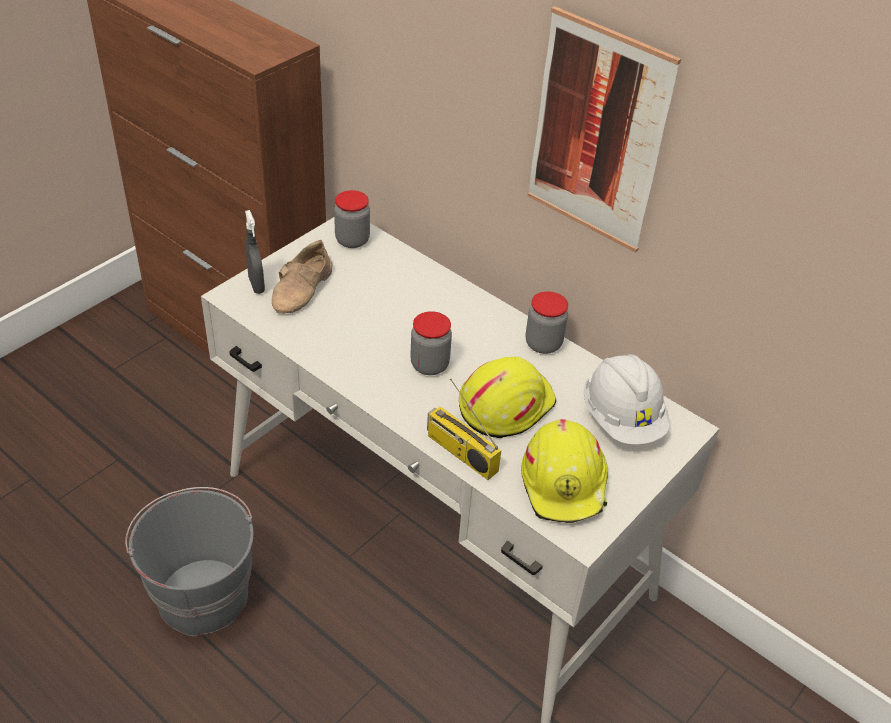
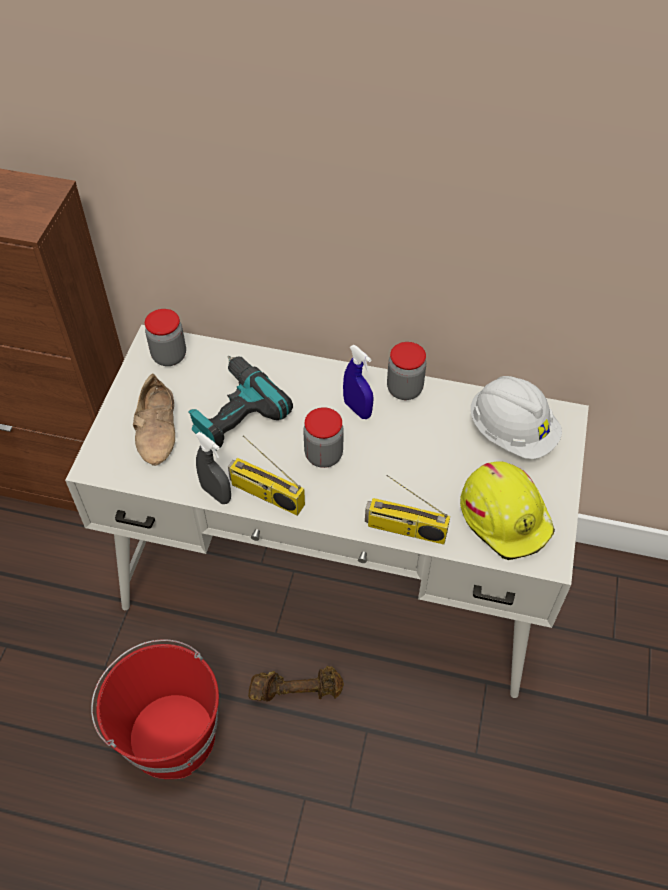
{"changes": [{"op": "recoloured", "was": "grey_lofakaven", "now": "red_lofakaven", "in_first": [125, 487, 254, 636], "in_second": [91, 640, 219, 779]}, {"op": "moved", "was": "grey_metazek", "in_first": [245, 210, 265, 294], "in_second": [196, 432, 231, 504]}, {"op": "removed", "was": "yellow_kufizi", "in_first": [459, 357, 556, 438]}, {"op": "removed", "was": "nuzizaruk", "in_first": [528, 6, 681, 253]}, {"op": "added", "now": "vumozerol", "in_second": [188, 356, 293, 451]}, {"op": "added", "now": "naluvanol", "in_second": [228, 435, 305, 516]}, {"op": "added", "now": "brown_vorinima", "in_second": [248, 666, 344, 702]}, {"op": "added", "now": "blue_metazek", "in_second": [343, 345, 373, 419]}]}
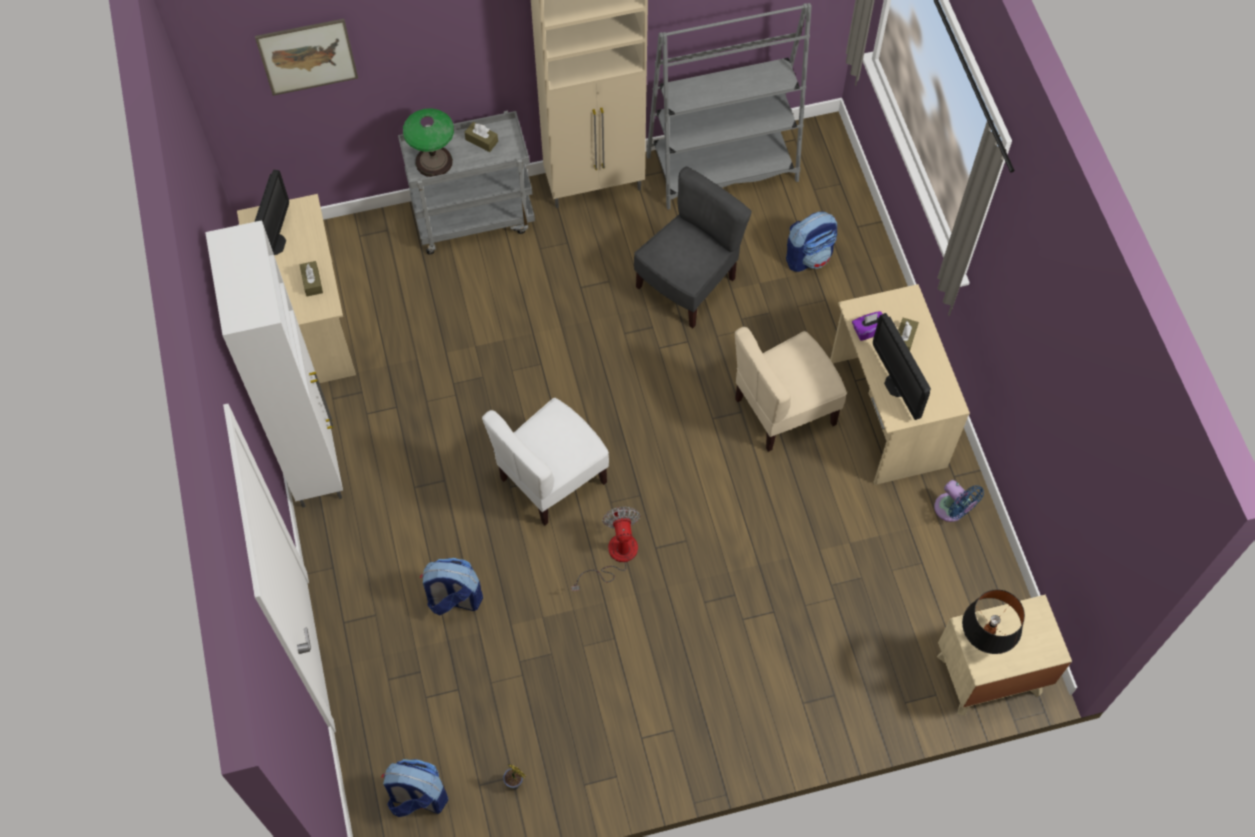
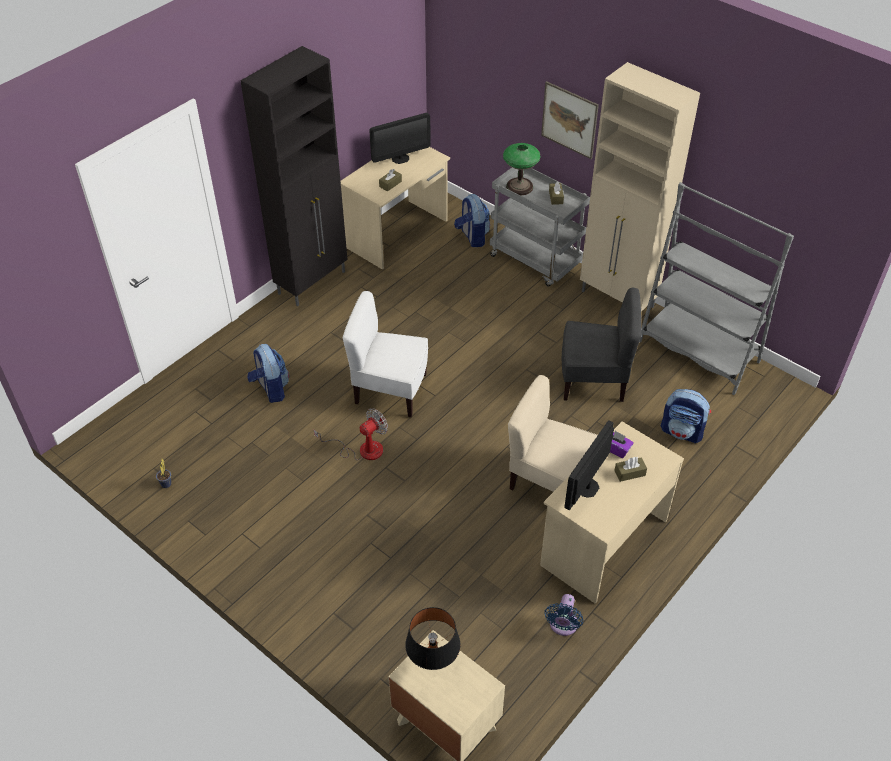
{"changes": [{"op": "recoloured", "was": "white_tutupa", "now": "black_tutupa", "in_first": [205, 220, 343, 508], "in_second": [240, 46, 348, 306]}, {"op": "moved", "was": "nuzizaruk", "in_first": [255, 19, 358, 96], "in_second": [541, 81, 599, 159]}, {"op": "moved", "was": "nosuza", "in_first": [381, 759, 448, 817], "in_second": [454, 194, 490, 247]}]}
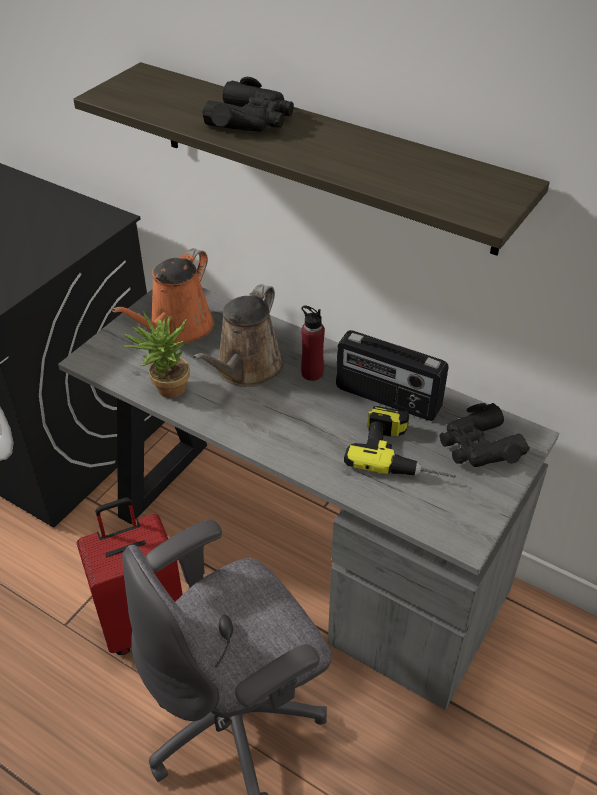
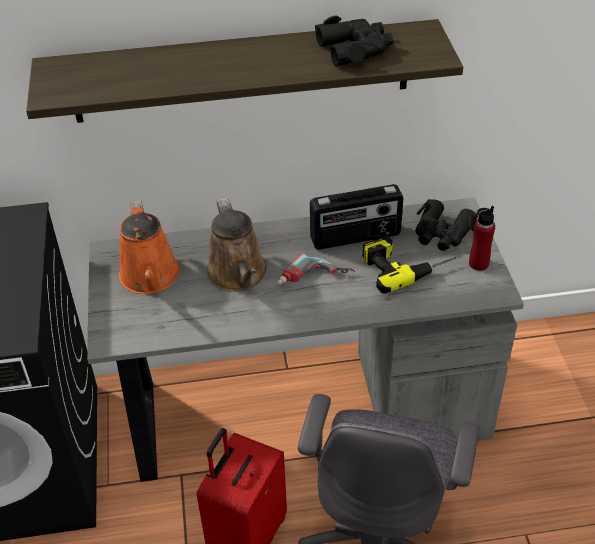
{"changes": [{"op": "removed", "was": "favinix", "in_first": [123, 311, 190, 398]}, {"op": "moved", "was": "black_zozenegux", "in_first": [202, 77, 294, 132], "in_second": [315, 16, 394, 67]}, {"op": "moved", "was": "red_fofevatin", "in_first": [301, 305, 325, 381], "in_second": [469, 206, 495, 271]}, {"op": "added", "now": "vumozerol", "in_second": [277, 253, 355, 285]}]}
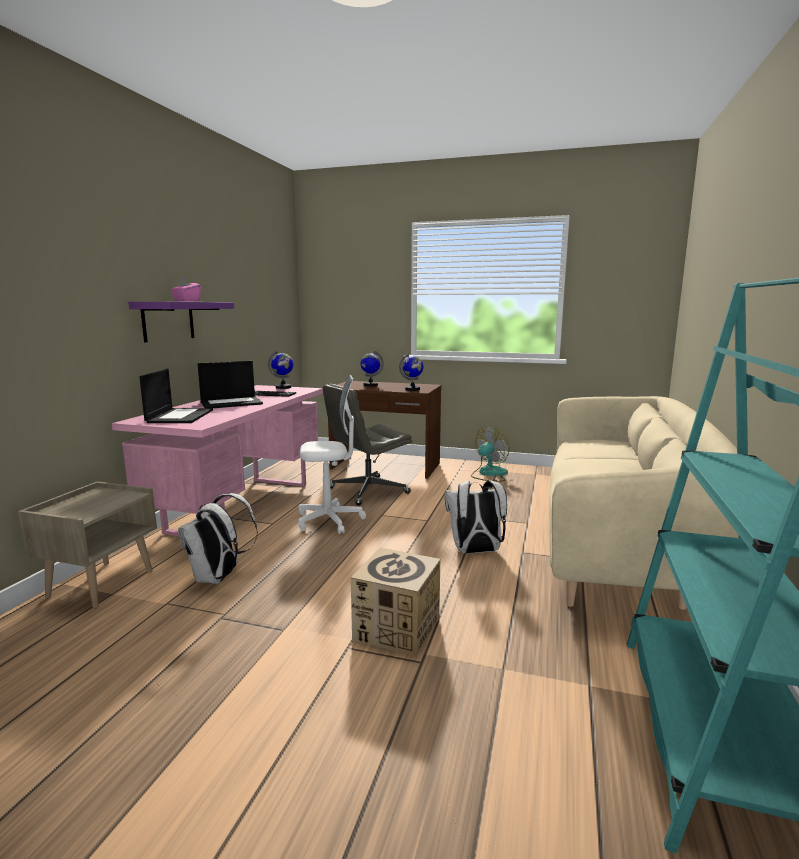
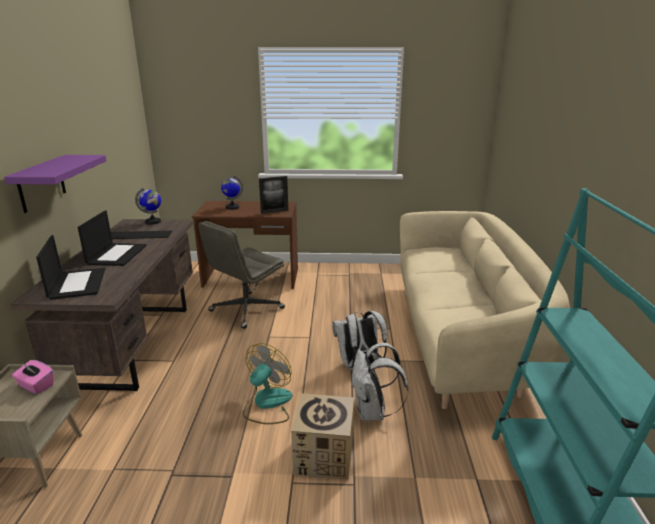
{"changes": [{"op": "recoloured", "was": "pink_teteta", "now": "brown_teteta", "in_first": [112, 385, 323, 536], "in_second": [11, 219, 193, 391]}, {"op": "moved", "was": "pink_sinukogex", "in_first": [170, 277, 201, 302], "in_second": [12, 360, 54, 394]}, {"op": "moved", "was": "white_nosuza", "in_first": [178, 493, 258, 584], "in_second": [352, 343, 408, 421]}, {"op": "turned", "was": "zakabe", "in_first": [198, 361, 263, 408], "in_second": [78, 210, 147, 266], "clockwise": -45}, {"op": "removed", "was": "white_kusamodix", "in_first": [298, 375, 366, 534]}, {"op": "replaced", "was": "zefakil", "now": "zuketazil", "in_first": [399, 354, 423, 391], "in_second": [259, 176, 288, 214]}, {"op": "moved", "was": "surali", "in_first": [471, 427, 509, 482], "in_second": [243, 343, 293, 424]}]}
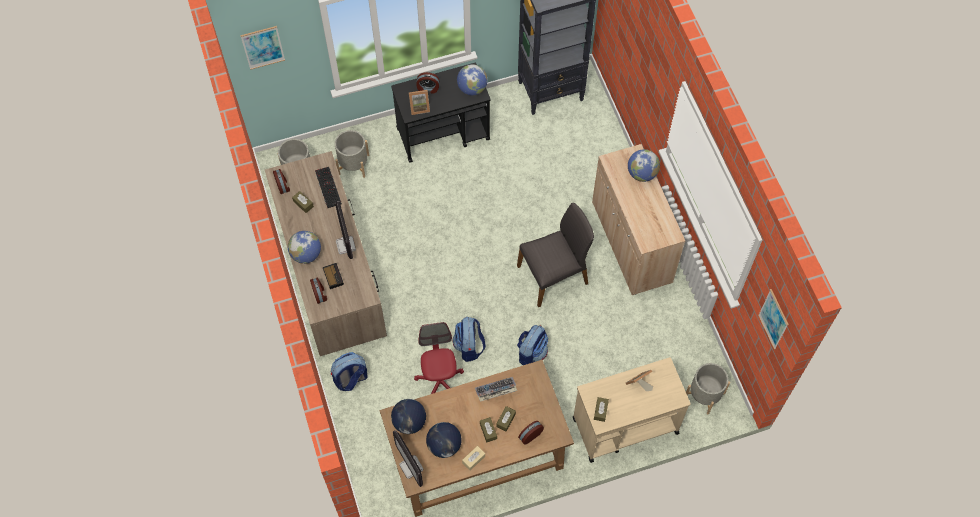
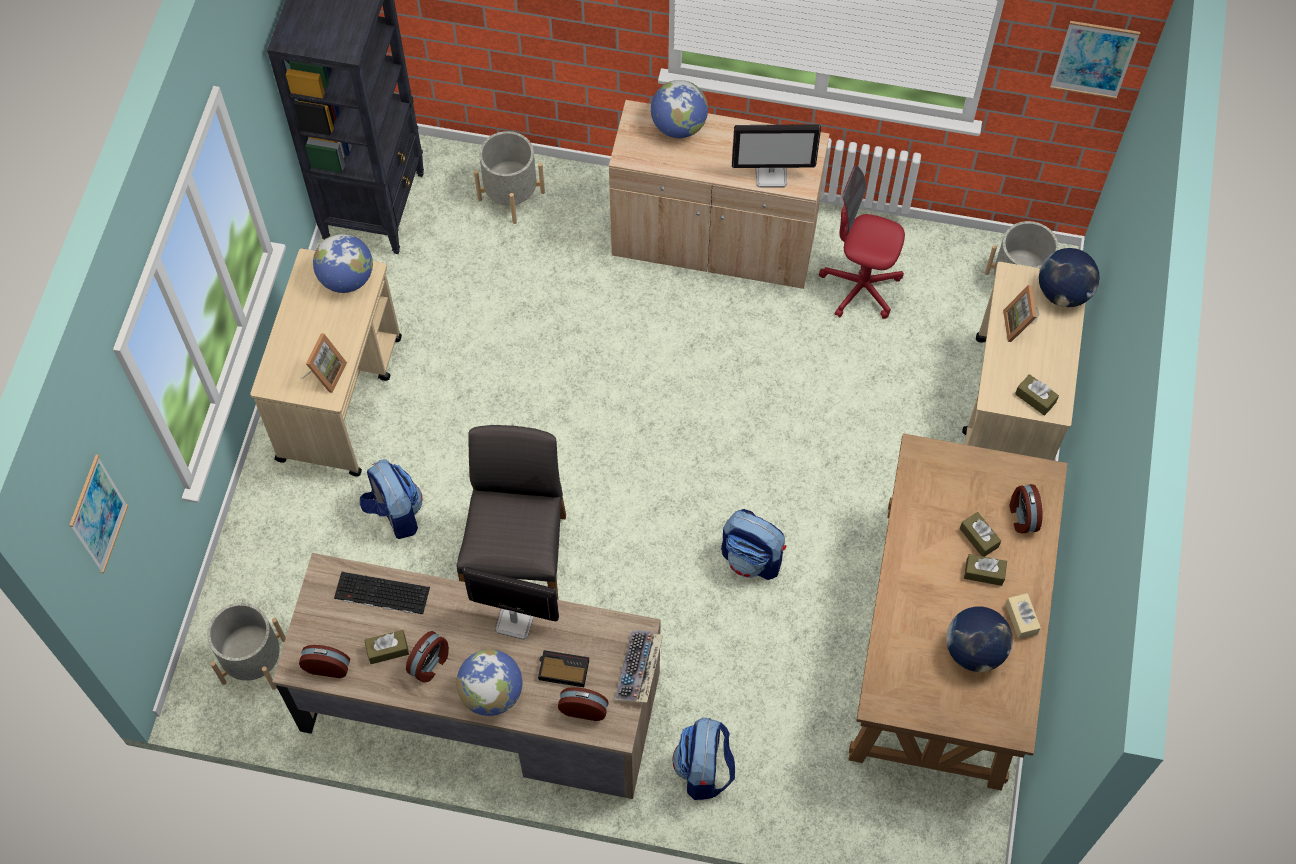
{"changes": [{"op": "moved", "was": "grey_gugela", "in_first": [335, 130, 369, 178], "in_second": [474, 131, 545, 224]}, {"op": "recoloured", "was": "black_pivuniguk", "now": "beige_pivuniguk", "in_first": [391, 63, 491, 163], "in_second": [250, 248, 402, 477]}, {"op": "moved", "was": "zefakil", "in_first": [391, 399, 426, 434], "in_second": [1039, 248, 1099, 307]}, {"op": "moved", "was": "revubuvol", "in_first": [393, 430, 423, 487], "in_second": [732, 124, 821, 188]}, {"op": "moved", "was": "red_kusamodix", "in_first": [414, 322, 464, 394], "in_second": [819, 165, 905, 319]}, {"op": "moved", "was": "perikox", "in_first": [416, 72, 439, 94], "in_second": [406, 631, 449, 682]}, {"op": "moved", "was": "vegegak", "in_first": [475, 377, 517, 402], "in_second": [615, 630, 663, 703]}, {"op": "moved", "was": "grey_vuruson", "in_first": [517, 203, 594, 307], "in_second": [457, 425, 566, 600]}, {"op": "moved", "was": "nosuza", "in_first": [517, 325, 548, 365], "in_second": [360, 459, 422, 539]}]}
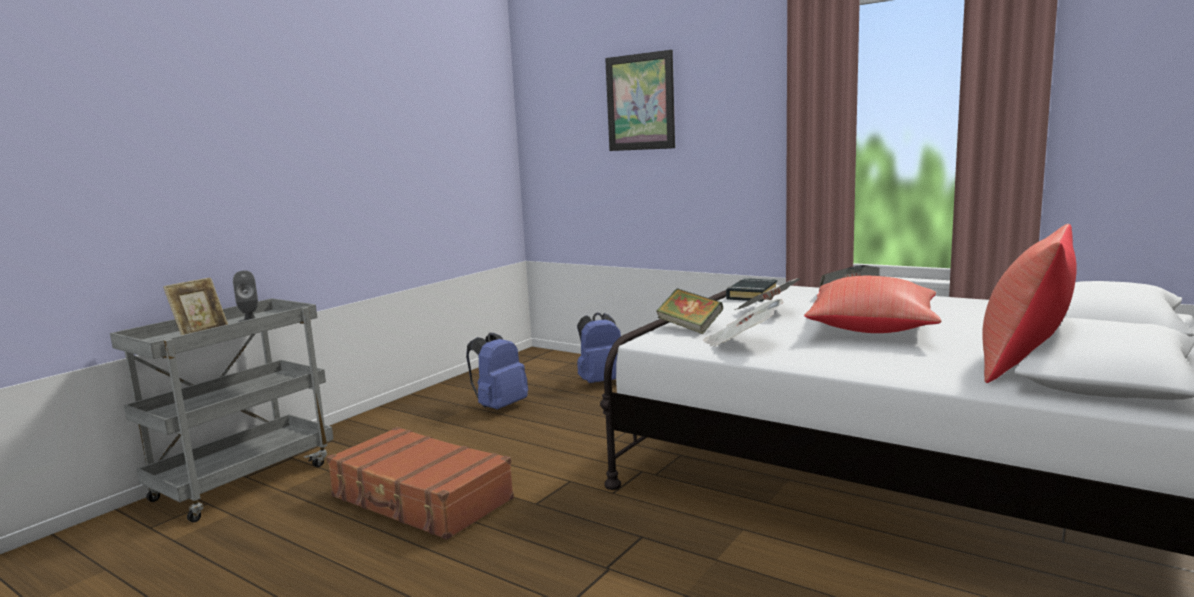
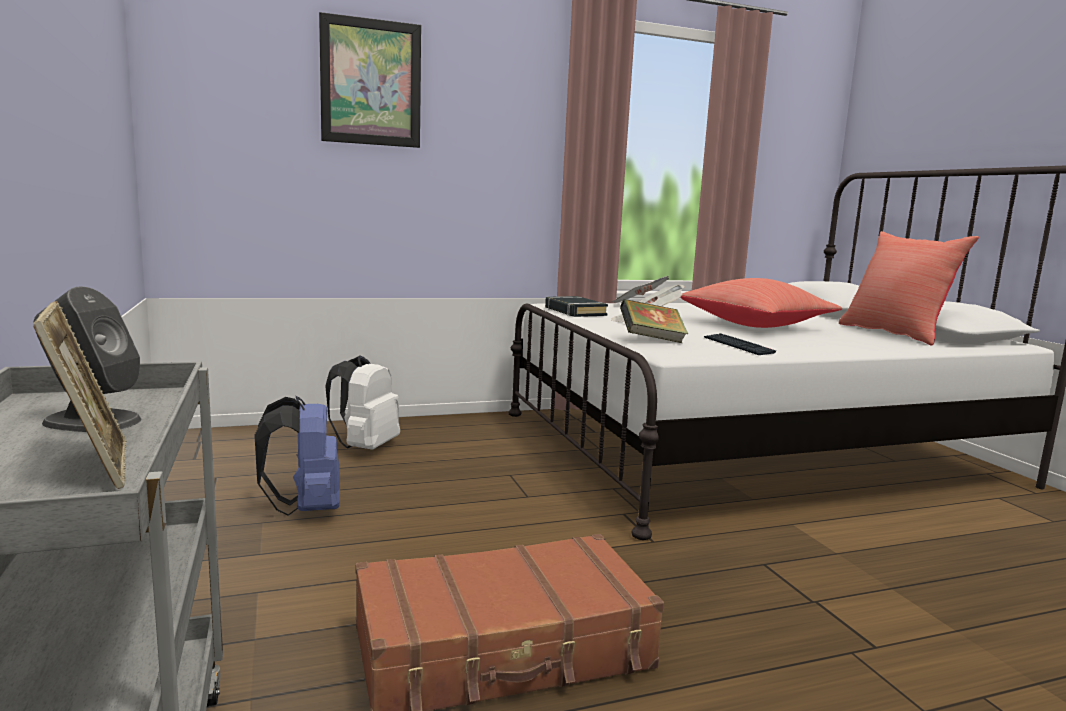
{"changes": [{"op": "recoloured", "was": "blue_nosuza", "now": "white_nosuza", "in_first": [577, 312, 621, 383], "in_second": [325, 355, 400, 450]}, {"op": "replaced", "was": "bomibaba", "now": "vegegak", "in_first": [703, 299, 784, 347], "in_second": [704, 333, 776, 355]}]}
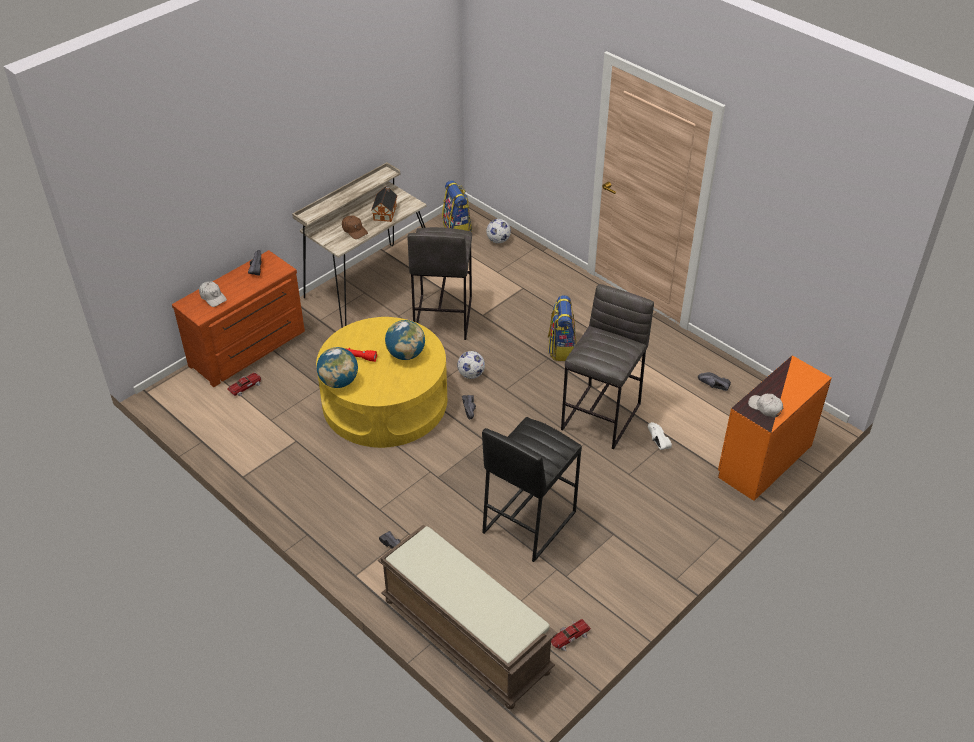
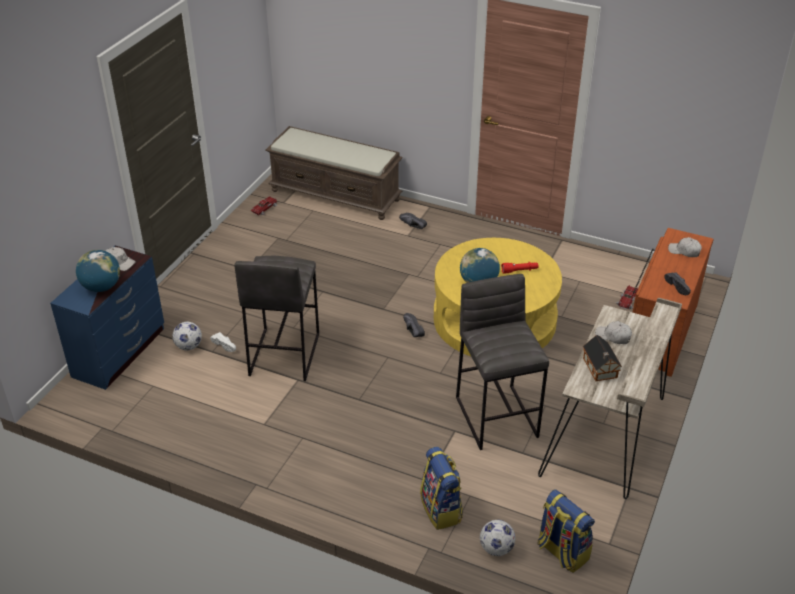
{"changes": [{"op": "moved", "was": "zefakil", "in_first": [317, 347, 358, 388], "in_second": [76, 250, 120, 292]}, {"op": "recoloured", "was": "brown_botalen", "now": "white_botalen", "in_first": [342, 216, 368, 239], "in_second": [595, 321, 632, 344]}, {"op": "moved", "was": "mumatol", "in_first": [457, 351, 485, 379], "in_second": [172, 322, 202, 350]}, {"op": "removed", "was": "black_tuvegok", "in_first": [482, 417, 582, 562]}, {"op": "moved", "was": "nosuza", "in_first": [548, 295, 576, 361], "in_second": [420, 447, 463, 530]}, {"op": "removed", "was": "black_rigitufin", "in_first": [698, 372, 731, 391]}, {"op": "recoloured", "was": "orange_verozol", "now": "blue_verozol", "in_first": [718, 355, 832, 501], "in_second": [50, 245, 164, 390]}]}
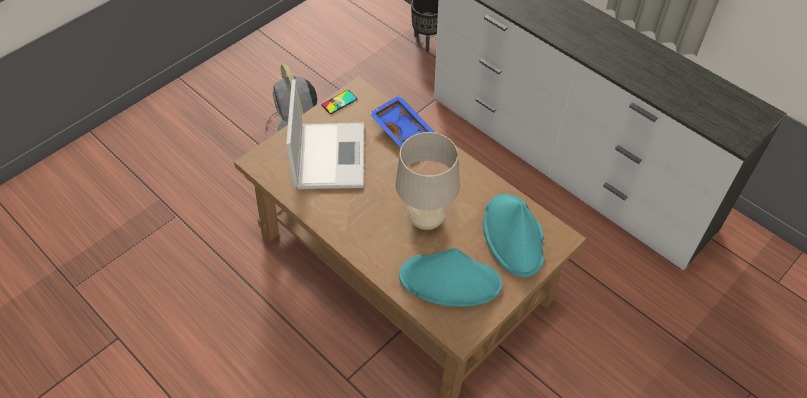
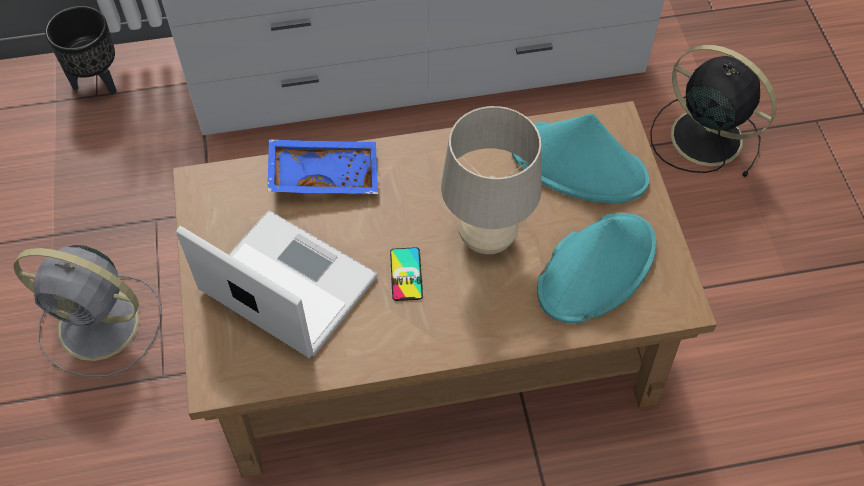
{"changes": [{"op": "moved", "was": "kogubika", "in_first": [321, 90, 357, 114], "in_second": [390, 247, 423, 301]}, {"op": "added", "now": "black_surali", "in_second": [650, 45, 777, 178]}]}
